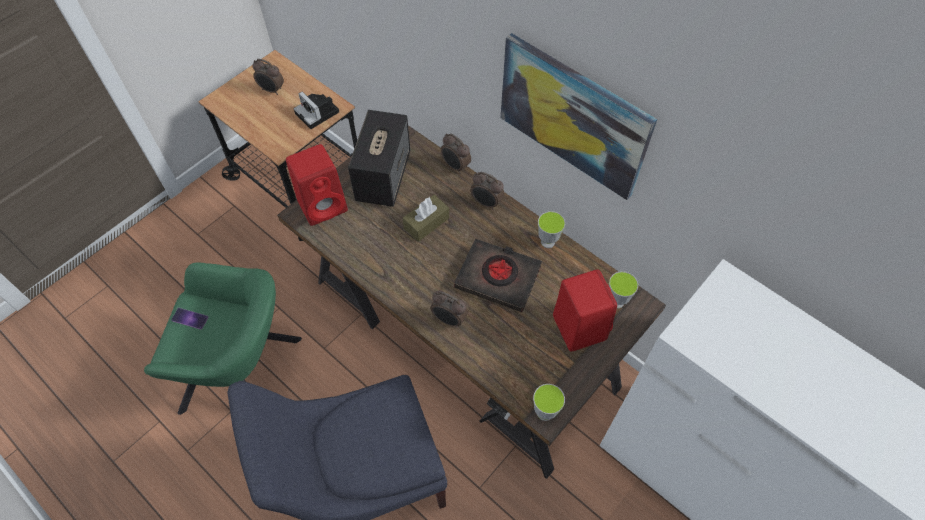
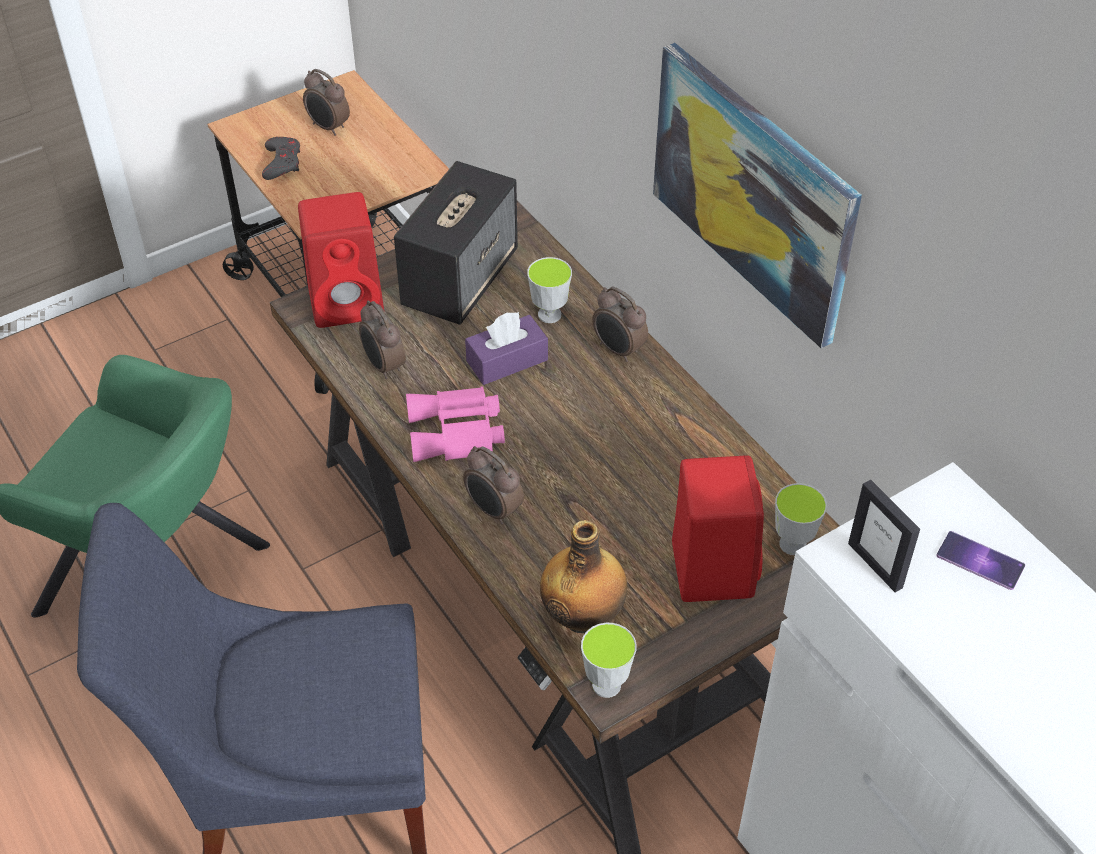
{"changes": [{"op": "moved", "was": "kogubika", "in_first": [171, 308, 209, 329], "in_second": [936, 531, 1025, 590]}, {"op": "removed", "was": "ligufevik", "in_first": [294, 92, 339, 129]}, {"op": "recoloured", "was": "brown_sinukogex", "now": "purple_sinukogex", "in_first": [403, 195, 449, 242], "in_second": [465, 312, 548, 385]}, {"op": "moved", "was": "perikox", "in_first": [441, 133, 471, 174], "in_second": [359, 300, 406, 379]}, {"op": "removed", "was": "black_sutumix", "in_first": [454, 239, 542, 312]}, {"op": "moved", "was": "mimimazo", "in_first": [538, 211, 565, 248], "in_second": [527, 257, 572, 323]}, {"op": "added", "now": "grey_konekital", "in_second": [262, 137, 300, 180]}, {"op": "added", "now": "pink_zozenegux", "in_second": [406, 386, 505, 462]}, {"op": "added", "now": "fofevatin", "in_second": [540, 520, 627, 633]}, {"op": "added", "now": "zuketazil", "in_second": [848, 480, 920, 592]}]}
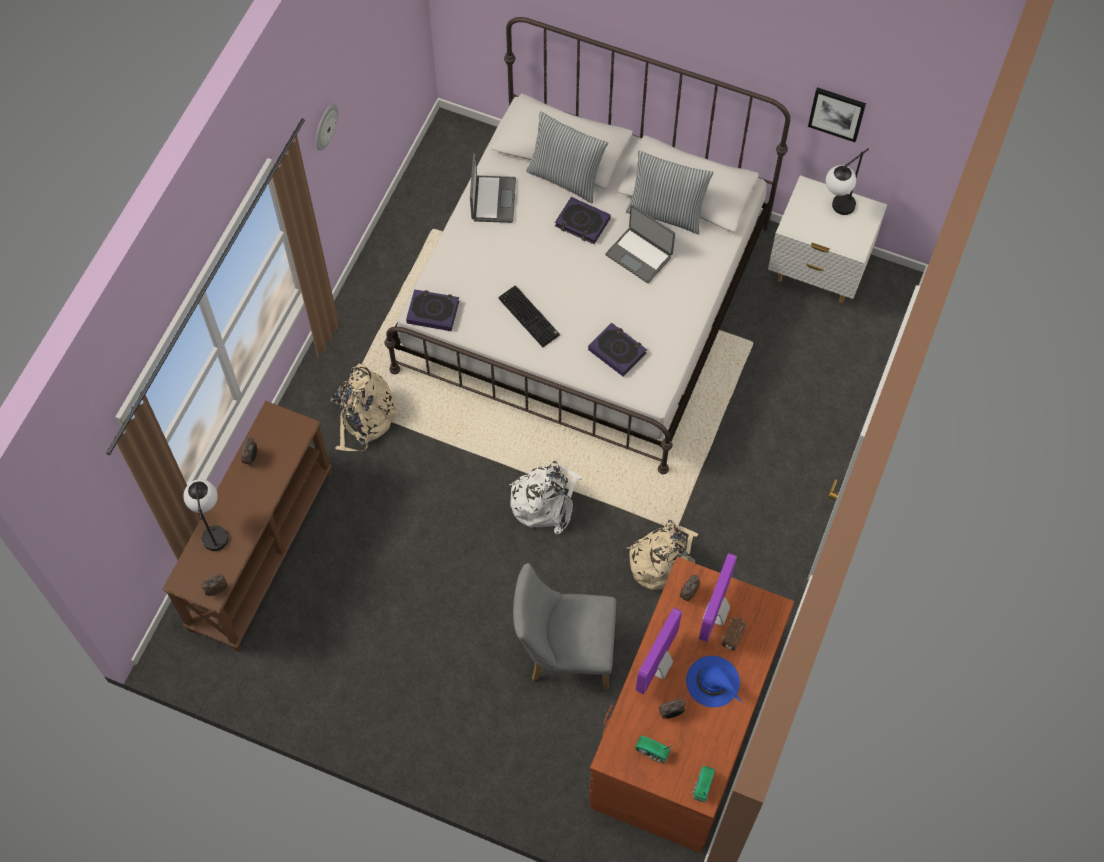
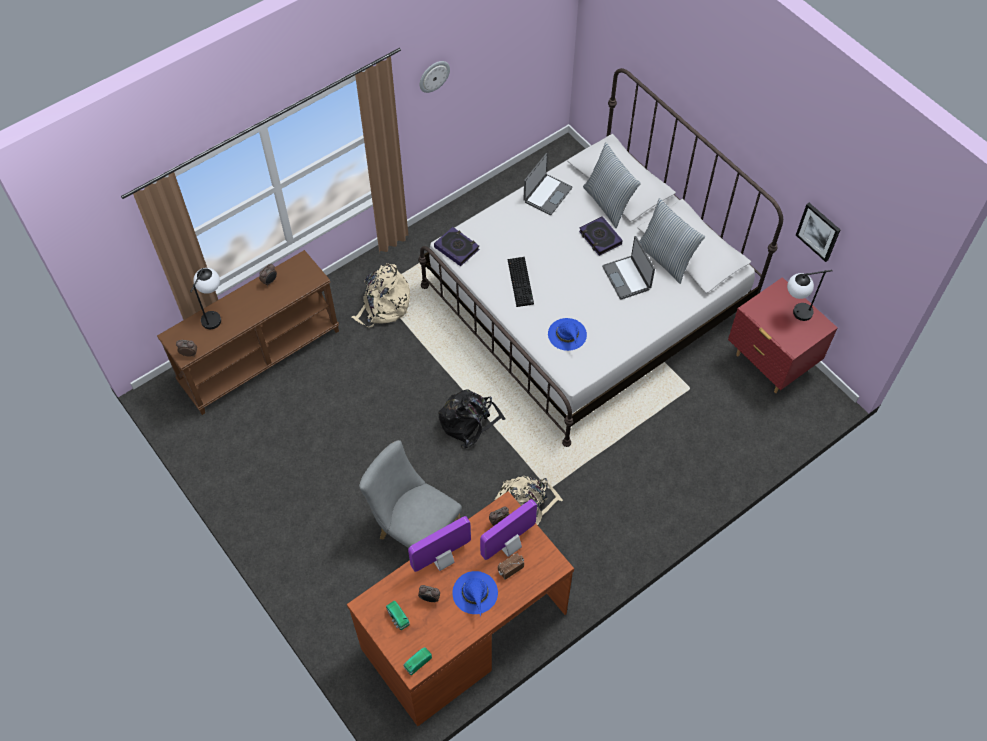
{"changes": [{"op": "recoloured", "was": "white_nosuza", "now": "black_nosuza", "in_first": [509, 461, 582, 534], "in_second": [438, 390, 505, 449]}, {"op": "replaced", "was": "sutumix", "now": "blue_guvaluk", "in_first": [588, 323, 647, 377], "in_second": [548, 318, 587, 351]}, {"op": "recoloured", "was": "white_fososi", "now": "red_fososi", "in_first": [768, 175, 887, 303], "in_second": [728, 277, 837, 393]}]}
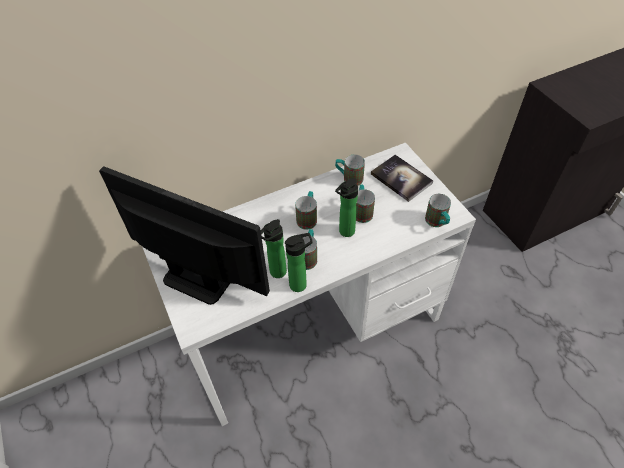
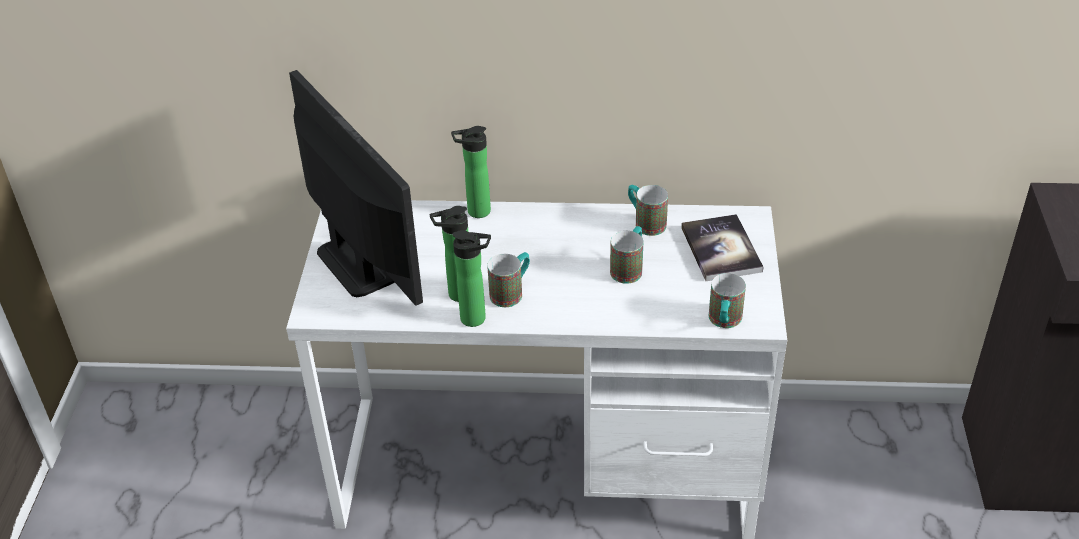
{"changes": [{"op": "removed", "was": "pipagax", "in_first": [295, 191, 317, 230]}, {"op": "moved", "was": "fofevatin", "in_first": [335, 178, 358, 237], "in_second": [451, 126, 491, 218]}]}
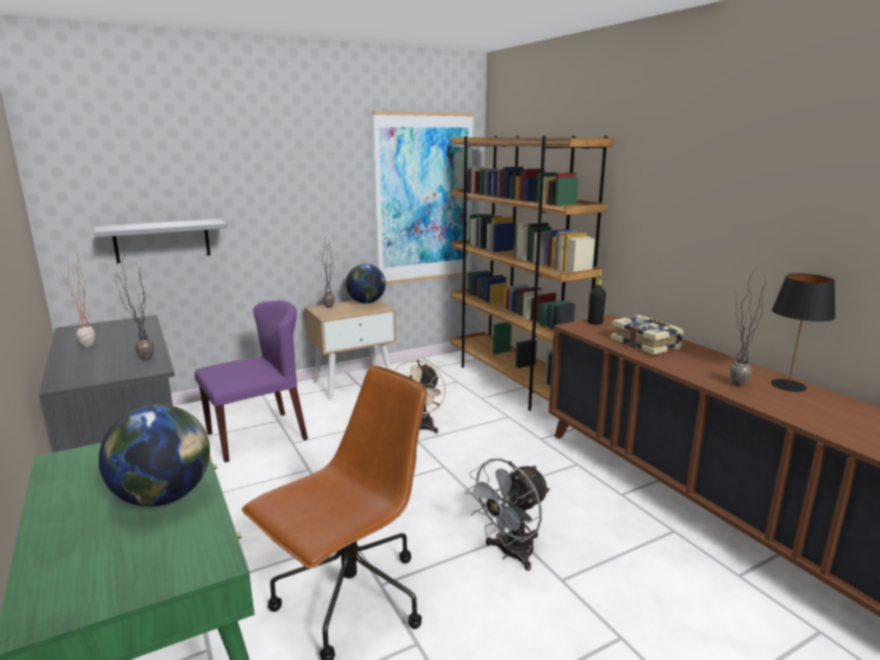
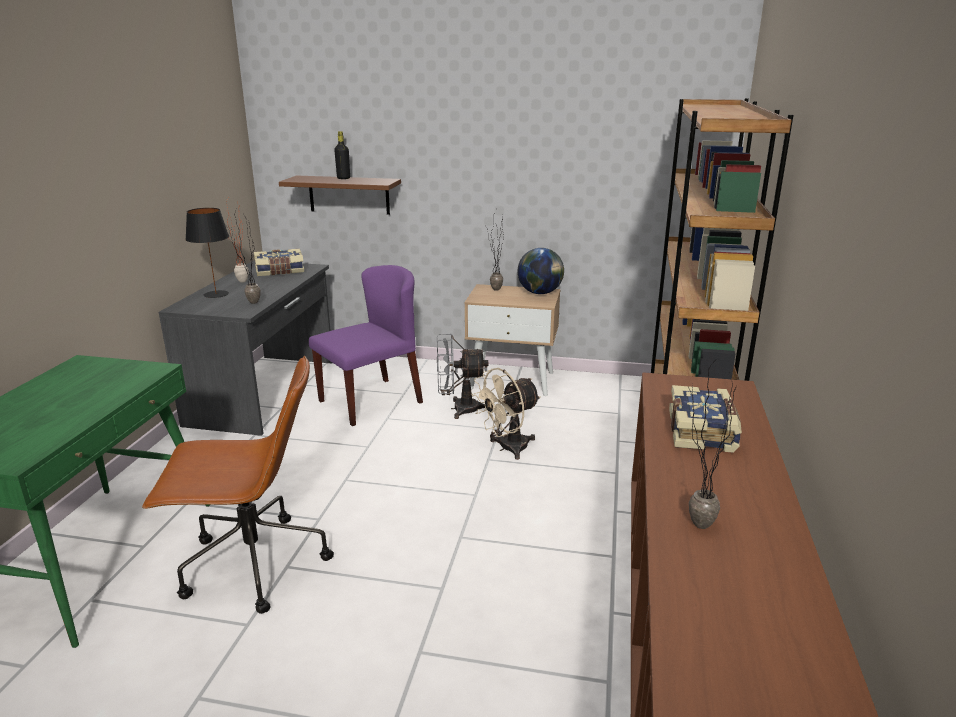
{"changes": [{"op": "recoloured", "was": "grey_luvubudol", "now": "brown_luvubudol", "in_first": [94, 219, 227, 263], "in_second": [279, 176, 401, 215]}, {"op": "removed", "was": "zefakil", "in_first": [99, 404, 210, 507]}, {"op": "turned", "was": "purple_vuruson", "in_first": [195, 300, 308, 463], "in_second": [309, 265, 423, 426], "clockwise": -45}, {"op": "removed", "was": "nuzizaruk", "in_first": [372, 111, 474, 285]}, {"op": "moved", "was": "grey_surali", "in_first": [465, 458, 550, 571], "in_second": [437, 334, 488, 419]}, {"op": "moved", "was": "black_fofevatin", "in_first": [588, 274, 606, 325], "in_second": [334, 131, 350, 179]}, {"op": "moved", "was": "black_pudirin", "in_first": [771, 274, 836, 392], "in_second": [185, 208, 229, 298]}, {"op": "added", "now": "sutumix", "in_second": [254, 249, 304, 276]}]}
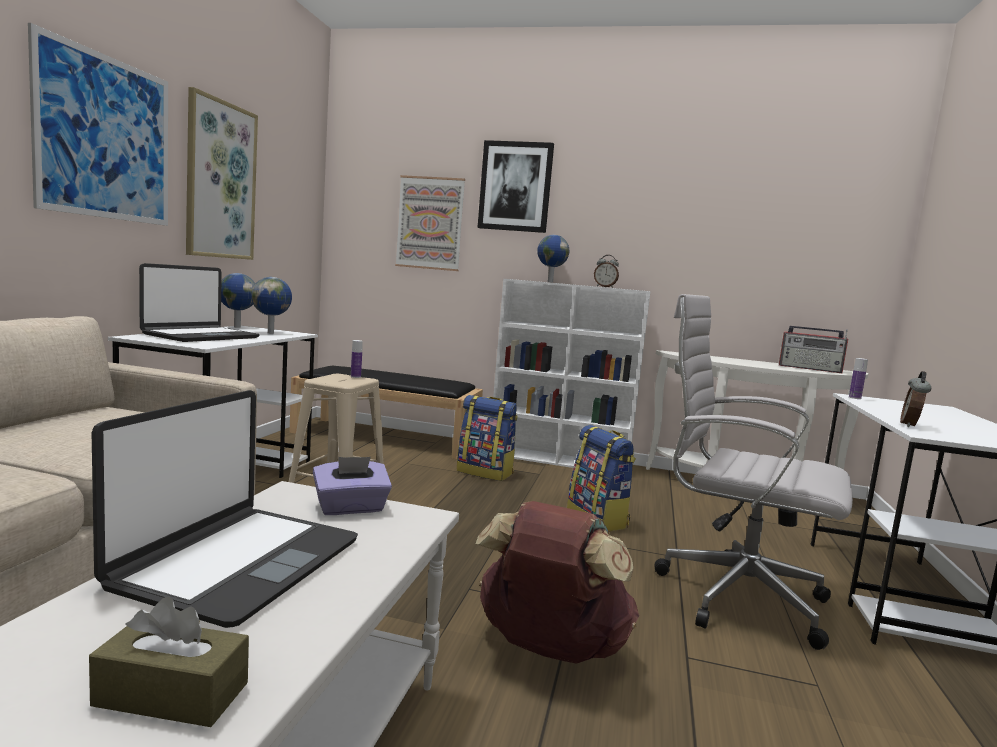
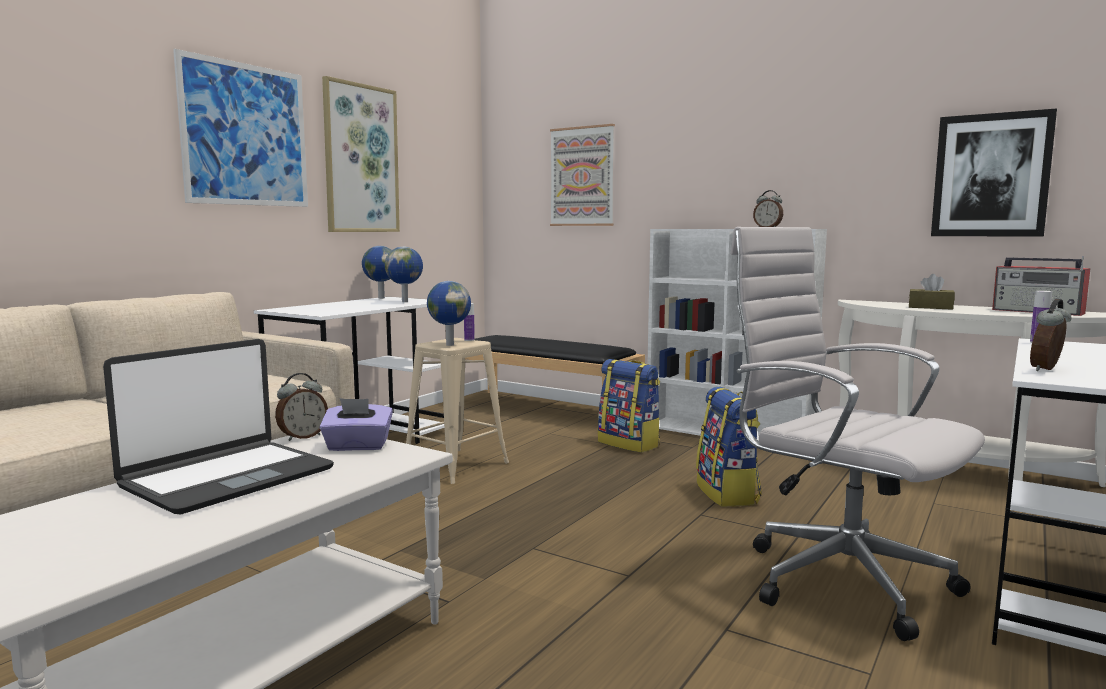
{"changes": [{"op": "moved", "was": "brown_sinukogex", "in_first": [89, 597, 249, 727], "in_second": [909, 274, 955, 310]}, {"op": "removed", "was": "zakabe", "in_first": [139, 263, 260, 342]}, {"op": "removed", "was": "brown_nosuza", "in_first": [475, 501, 639, 663]}, {"op": "moved", "was": "nuzizaruk", "in_first": [477, 140, 554, 233], "in_second": [931, 108, 1057, 237]}, {"op": "moved", "was": "zefakil", "in_first": [537, 235, 569, 282], "in_second": [427, 281, 471, 346]}, {"op": "added", "now": "perikox", "in_second": [275, 373, 328, 441]}]}
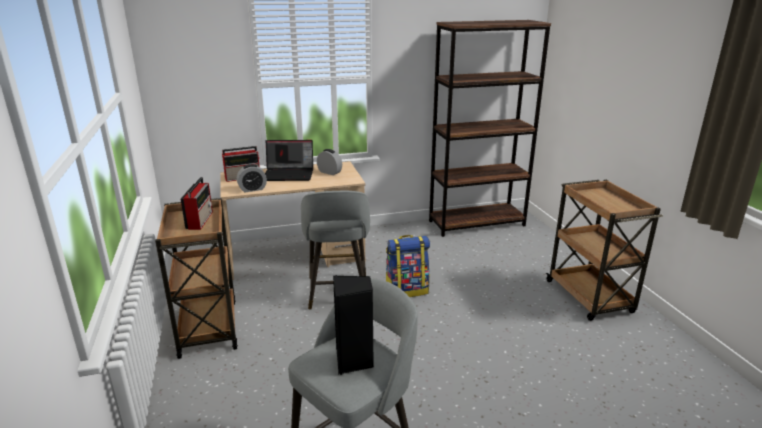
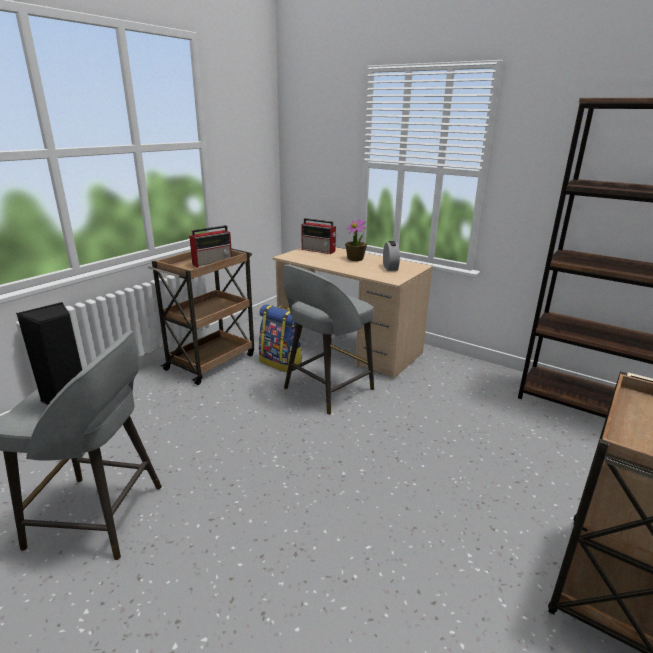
{"changes": [{"op": "removed", "was": "perikox", "in_first": [237, 164, 267, 192]}, {"op": "replaced", "was": "zakabe", "now": "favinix", "in_first": [265, 140, 313, 181], "in_second": [345, 219, 367, 261]}, {"op": "moved", "was": "nosuza", "in_first": [386, 235, 430, 297], "in_second": [259, 304, 302, 372]}]}
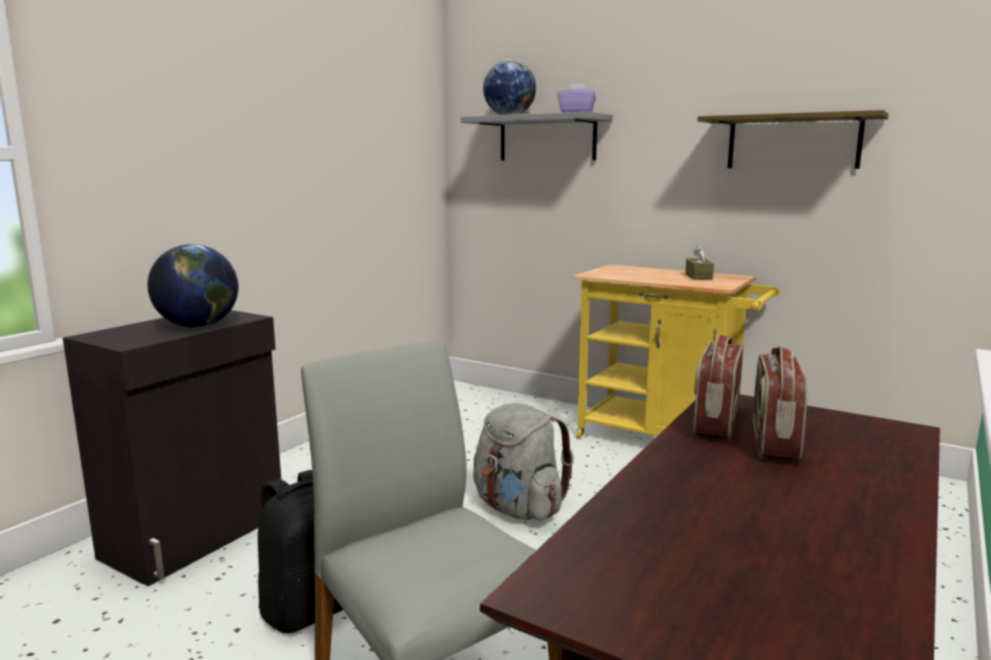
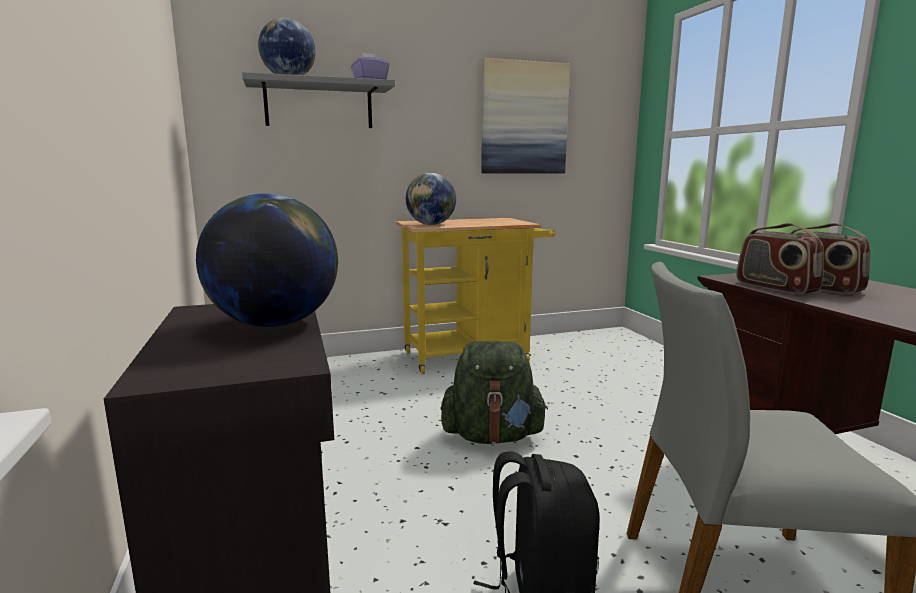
{"changes": [{"op": "recoloured", "was": "grey_nosuza", "now": "green_nosuza", "in_first": [473, 403, 574, 521], "in_second": [440, 341, 548, 444]}, {"op": "removed", "was": "brown_sinukogex", "in_first": [685, 245, 714, 280]}, {"op": "replaced", "was": "luvubudol", "now": "nuzizaruk", "in_first": [697, 110, 888, 169], "in_second": [481, 58, 570, 174]}, {"op": "added", "now": "zefakil", "in_second": [406, 173, 456, 225]}]}
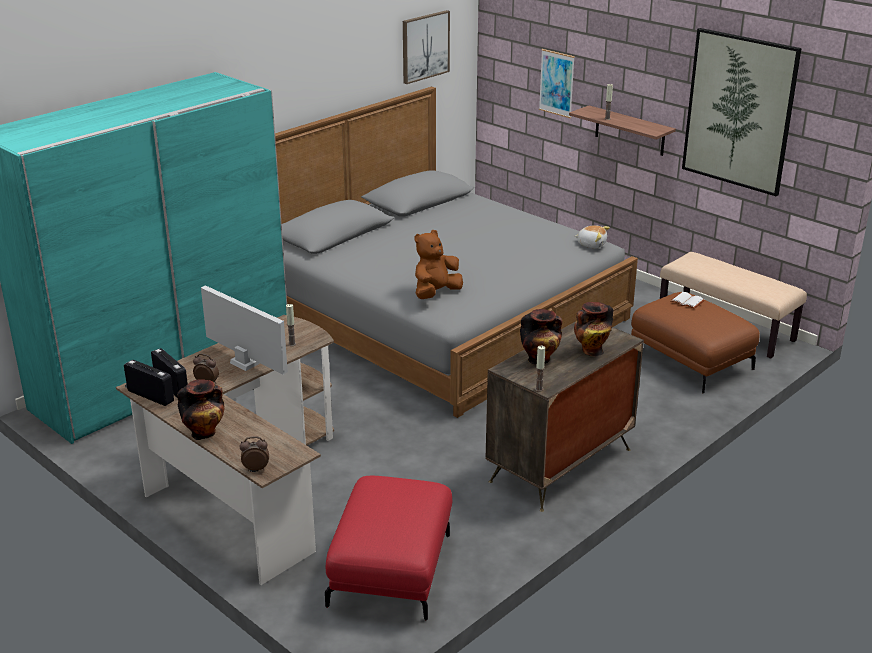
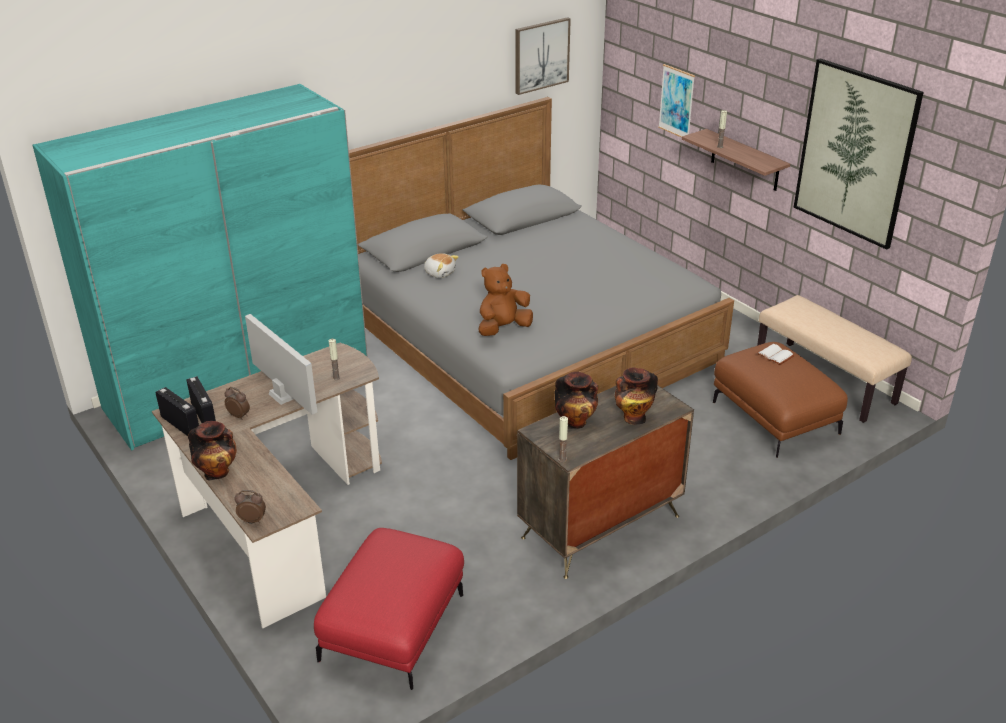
{"changes": [{"op": "moved", "was": "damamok", "in_first": [575, 225, 610, 248], "in_second": [424, 253, 459, 278]}]}
